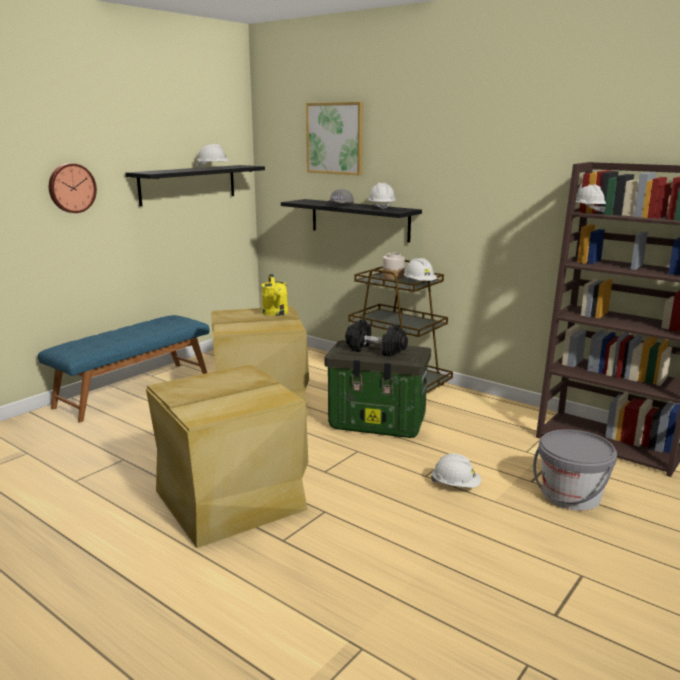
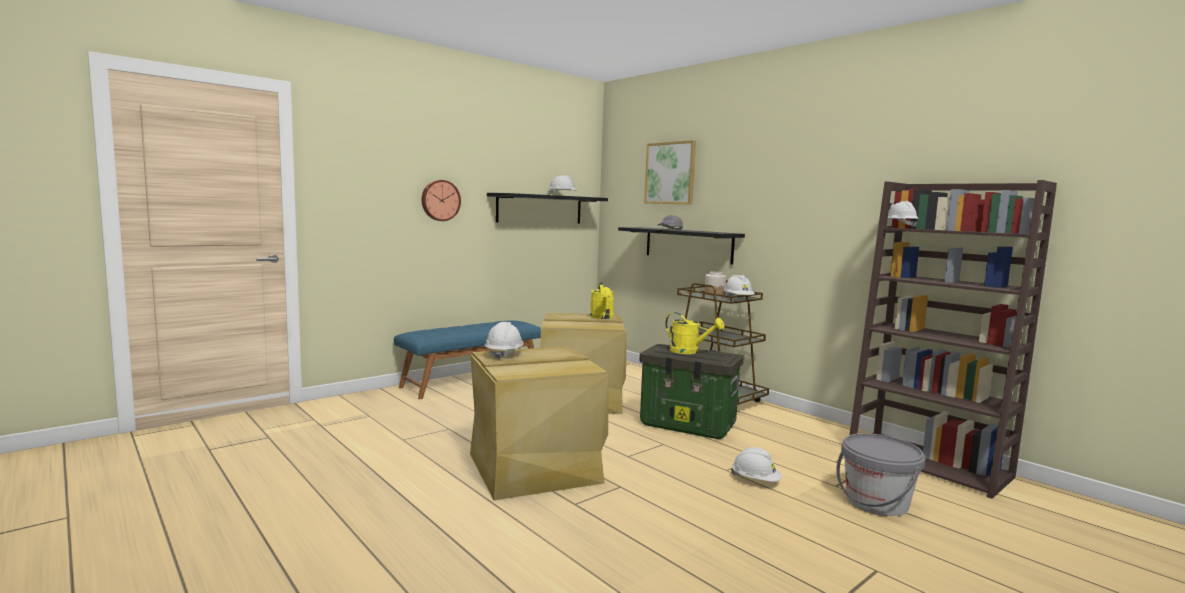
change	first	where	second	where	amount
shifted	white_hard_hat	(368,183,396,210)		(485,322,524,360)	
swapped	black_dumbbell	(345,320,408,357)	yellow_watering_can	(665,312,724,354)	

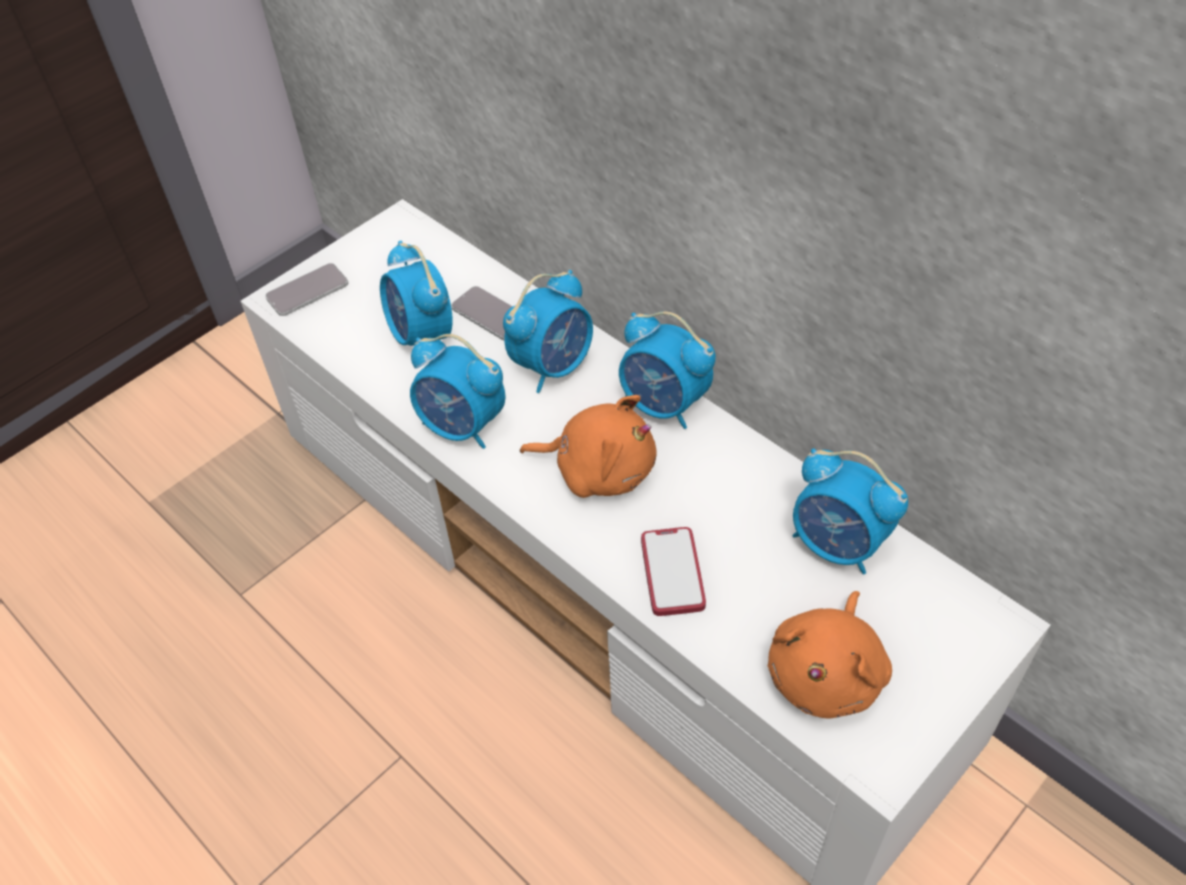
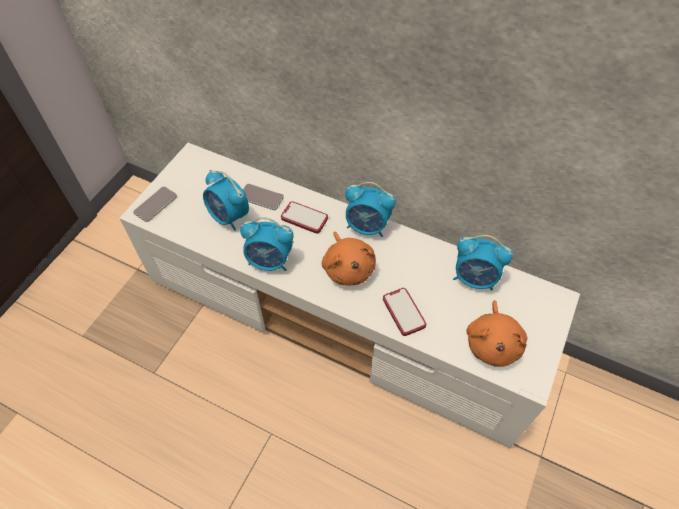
change	first	where	second	where	amount
swapped	alarm_clock	(503,270,593,393)	phone	(281,201,328,234)	
rotated	orange_plush_toy	(520,395,657,498)		(322,231,376,285)	75 degrees clockwise

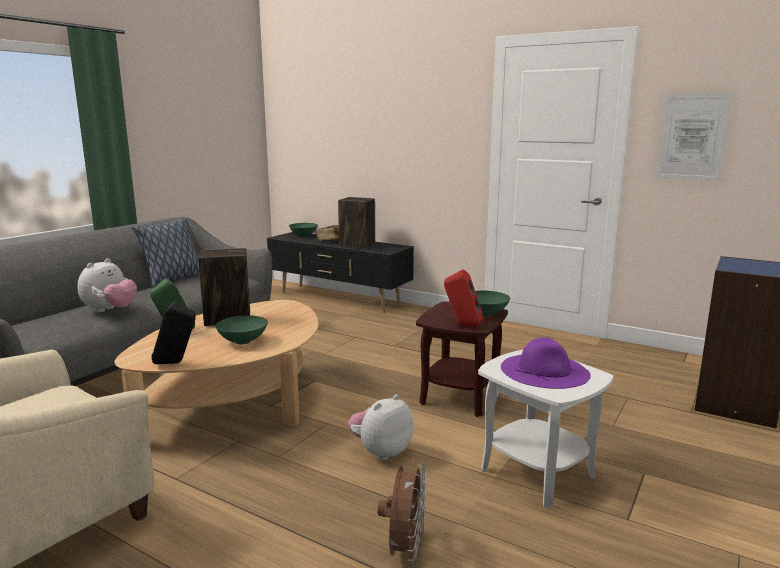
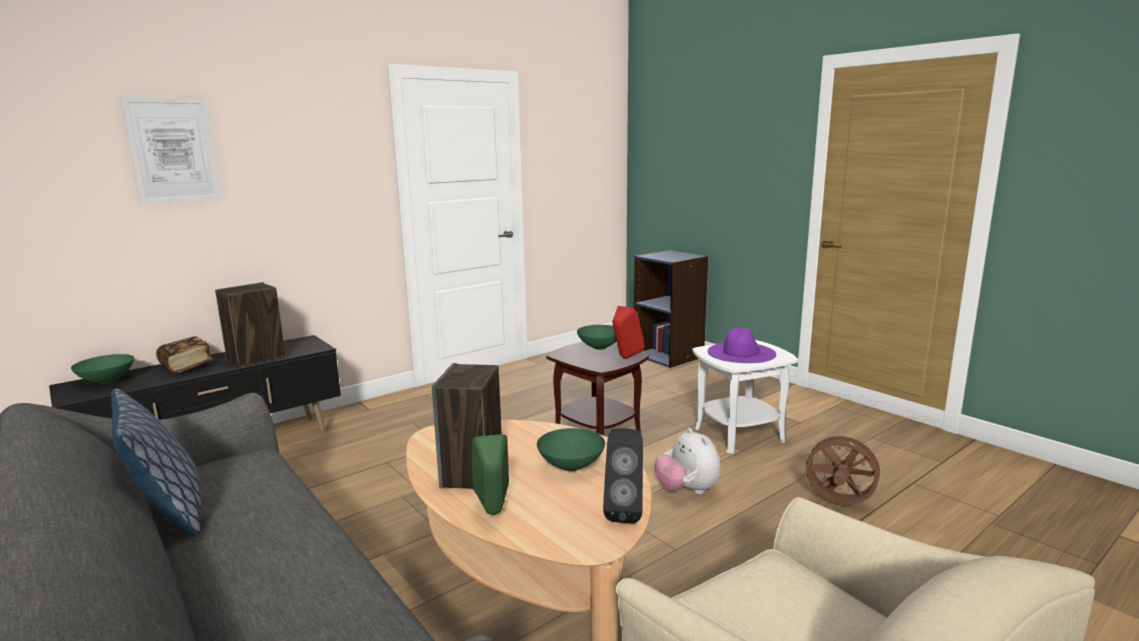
change	first	where	second	where	amount
gone	plush_toy	(77,258,137,313)			
shifted	picture	(655,93,733,181)		(120,96,222,205)	

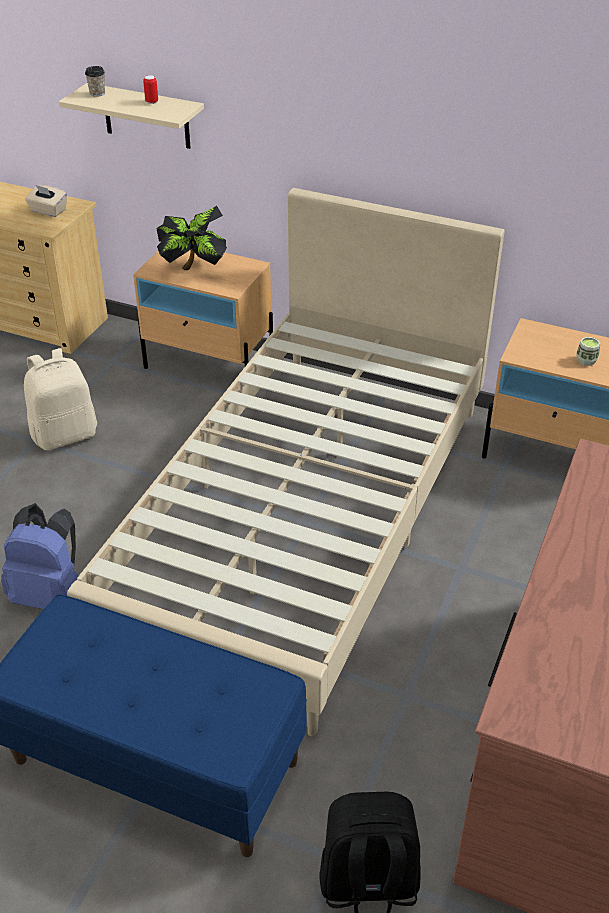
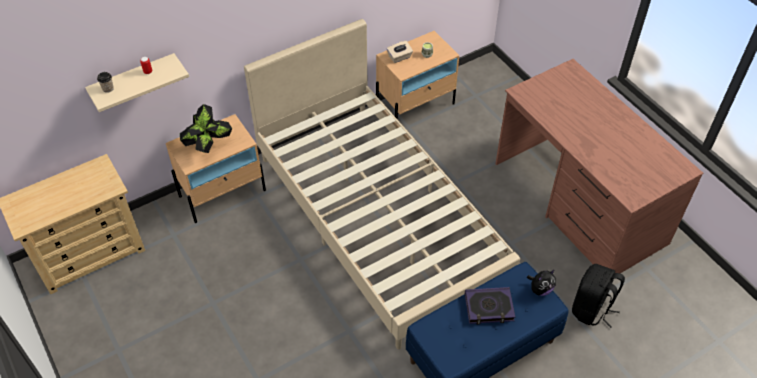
change	first	where	second	where	amount
gone	blue_backpack	(1,503,78,609)			
gone	beige_backpack	(24,348,97,450)			
new			book	(465,287,515,324)	
new			plush_toy	(527,270,556,296)	
shifted	beige_tissue_box	(25,185,67,217)		(387,41,413,63)	

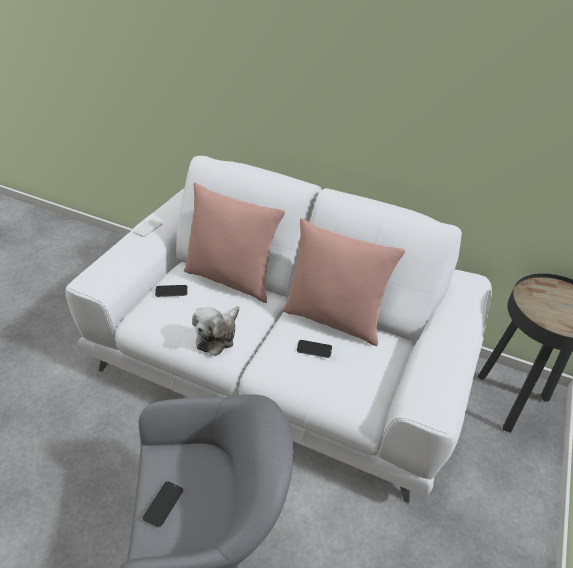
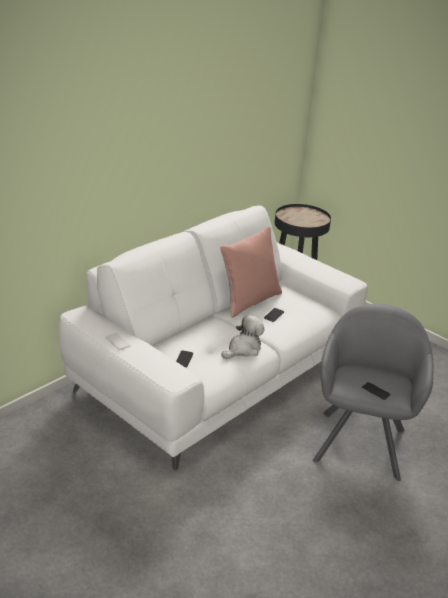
change	first	where	second	where	amount
gone	pink_pillow	(184,182,285,303)			
rotated	plush_toy	(192,306,239,356)		(221,315,264,359)	90 degrees counterclockwise

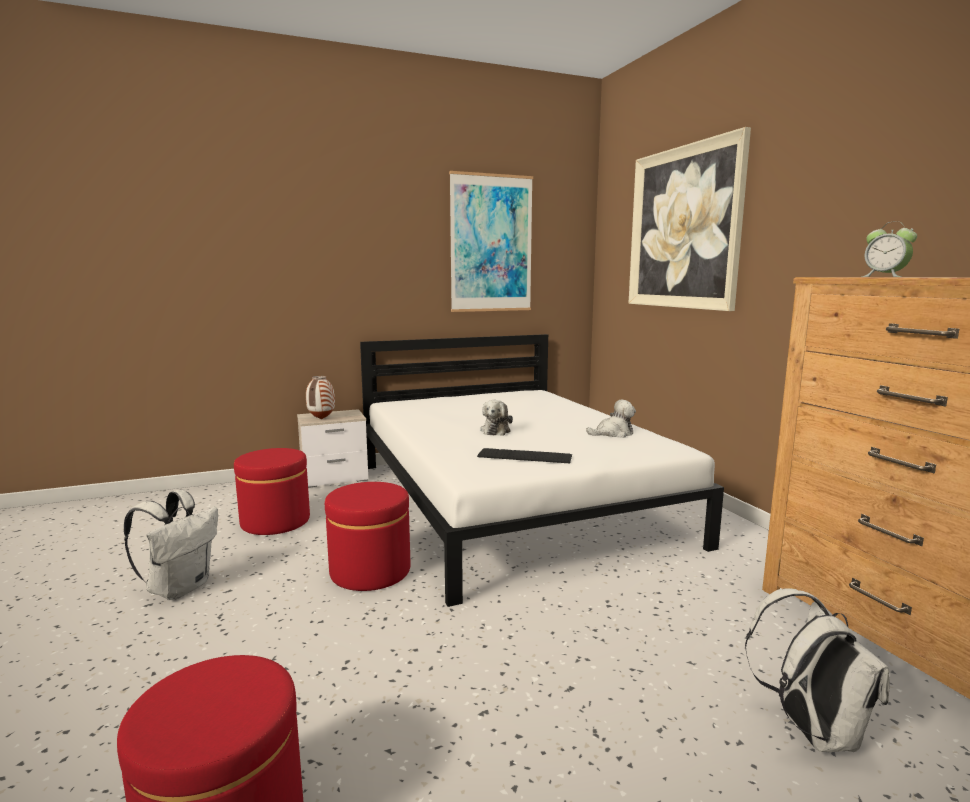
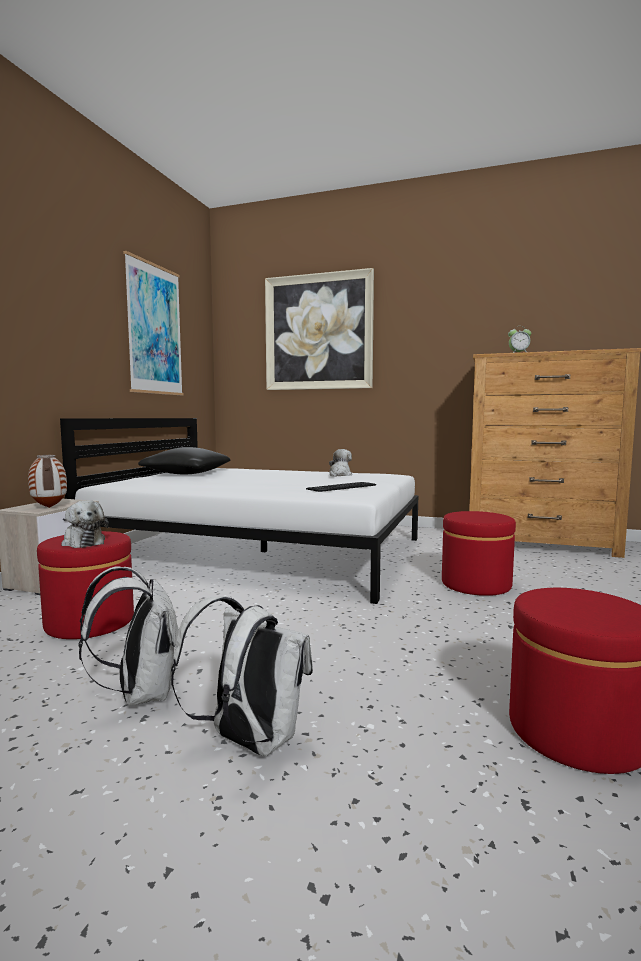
change	first	where	second	where	amount
new			black_pillow	(138,447,230,474)	
shifted	red_ottoman	(325,482,411,591)		(442,511,516,596)	
shifted	plush_toy	(480,400,513,436)		(61,500,109,548)	
shifted	white_backpack	(745,588,890,752)		(171,596,313,756)	

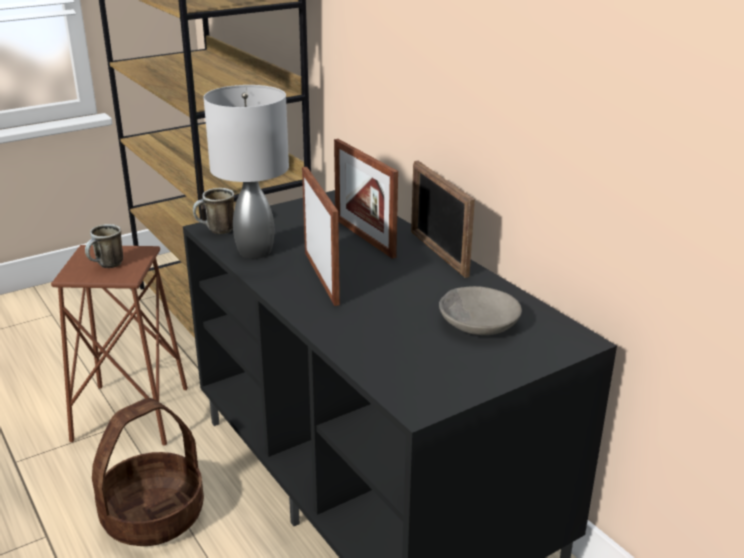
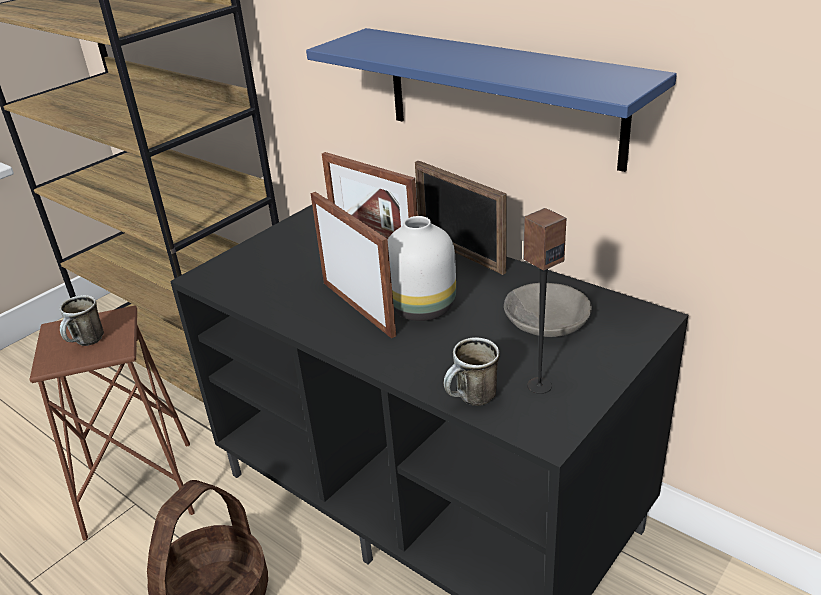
change	first	where	second	where	amount
gone	grey_table_lamp	(203,85,289,259)			
new			blue_shelf	(306,28,677,172)	
new			white_vase	(388,216,456,321)	
new			speaker	(523,208,566,394)	
shifted	mug	(193,188,234,234)		(443,337,500,406)	

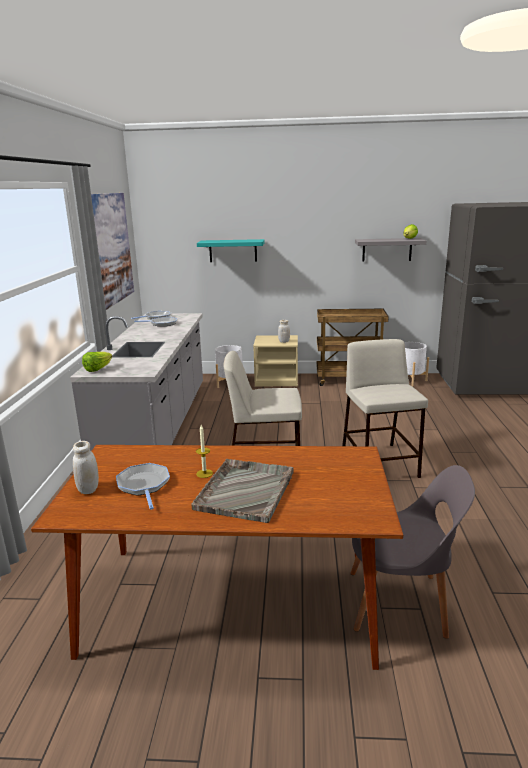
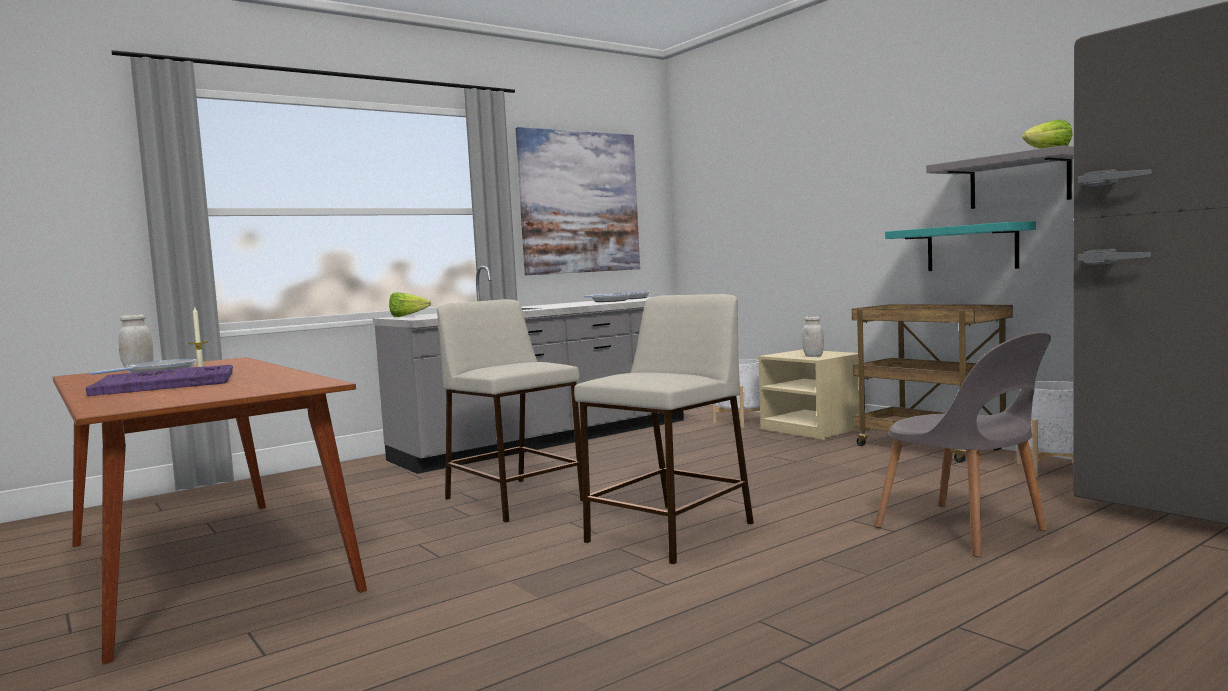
change	first	where	second	where	amount
shifted	turquoise_shelf	(197,239,265,262)		(885,222,1036,271)	
shifted	grey_chair	(350,465,475,639)		(874,332,1051,557)	
repainted	grey_tray	(192,459,294,523)	purple_tray	(86,365,233,396)	

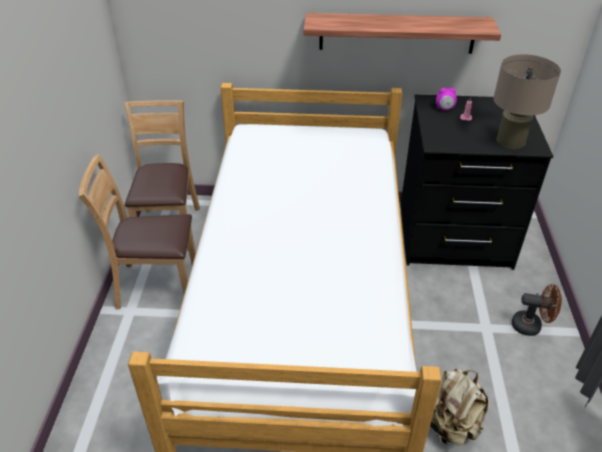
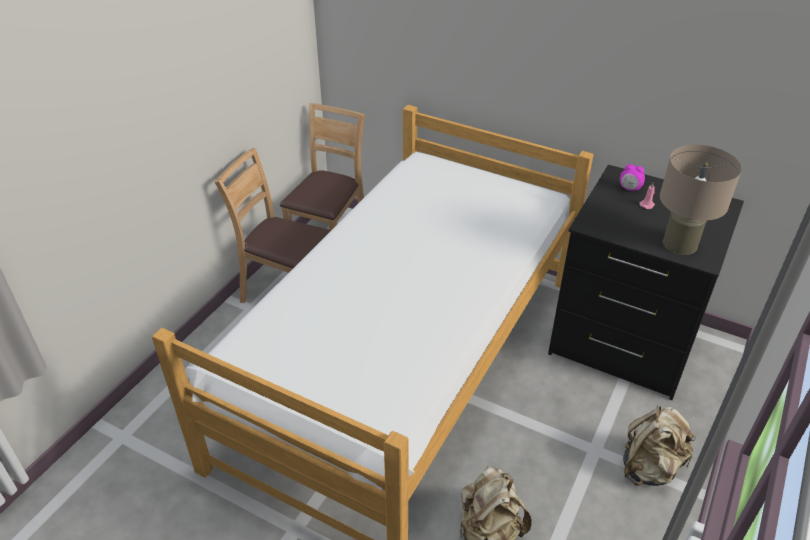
change	first	where	second	where	amount
gone	shelf	(304,13,501,54)			
swapped	brown_fan	(512,284,562,336)	beige_backpack	(623,406,696,486)	

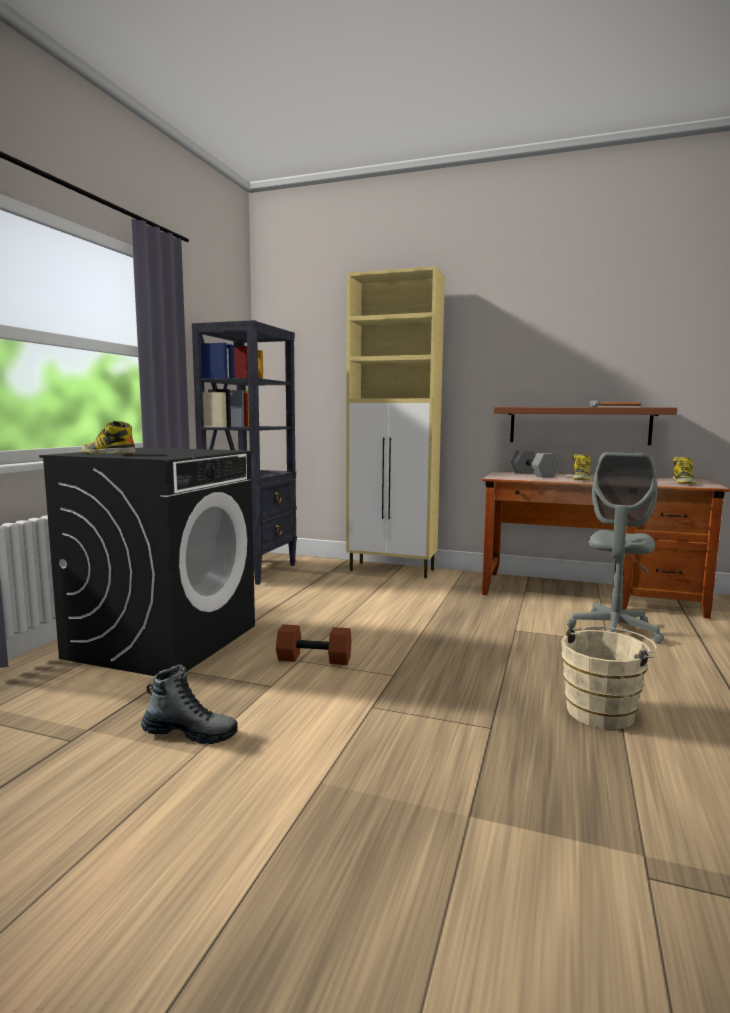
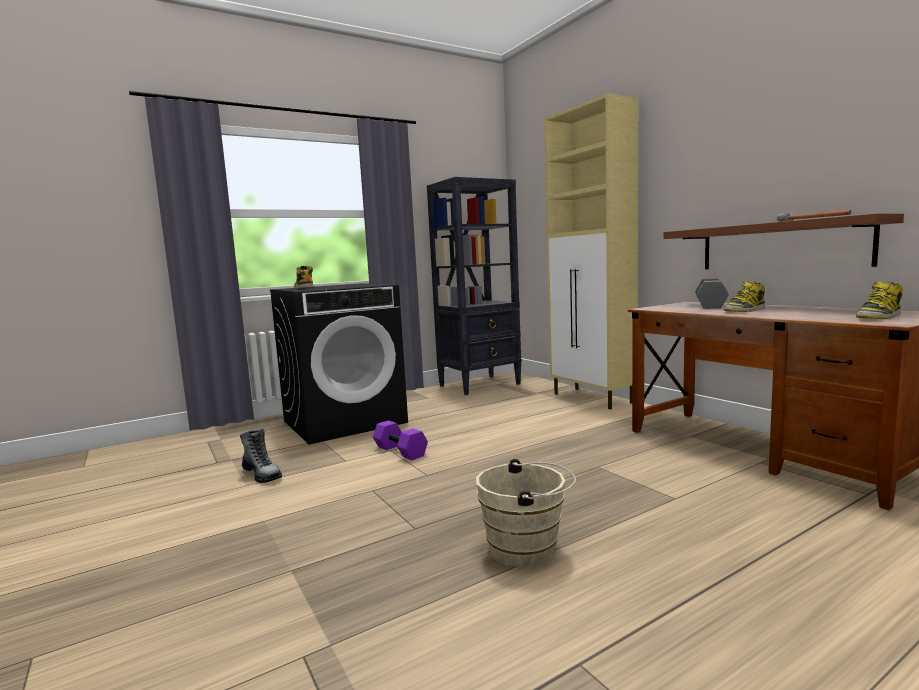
change	first	where	second	where	amount
gone	grey_office_chair	(567,452,664,644)			
repainted	brown_dumbbell	(276,624,352,665)	purple_dumbbell	(373,420,428,460)	

